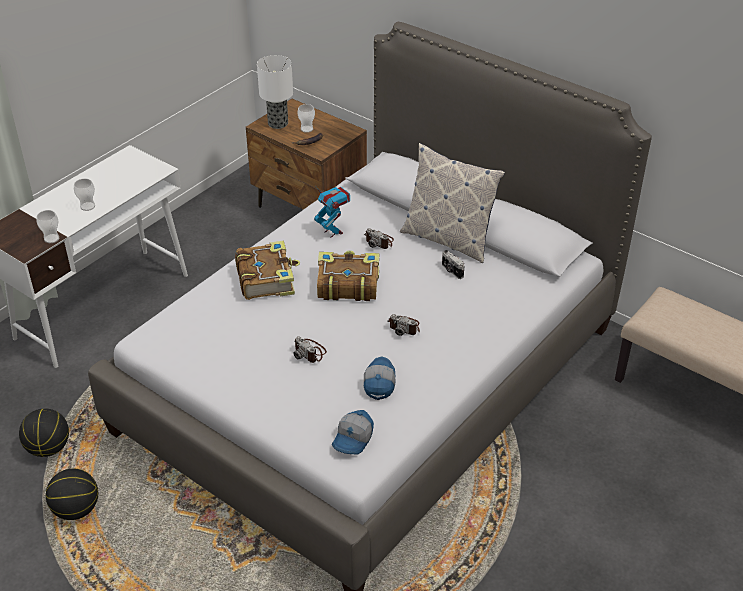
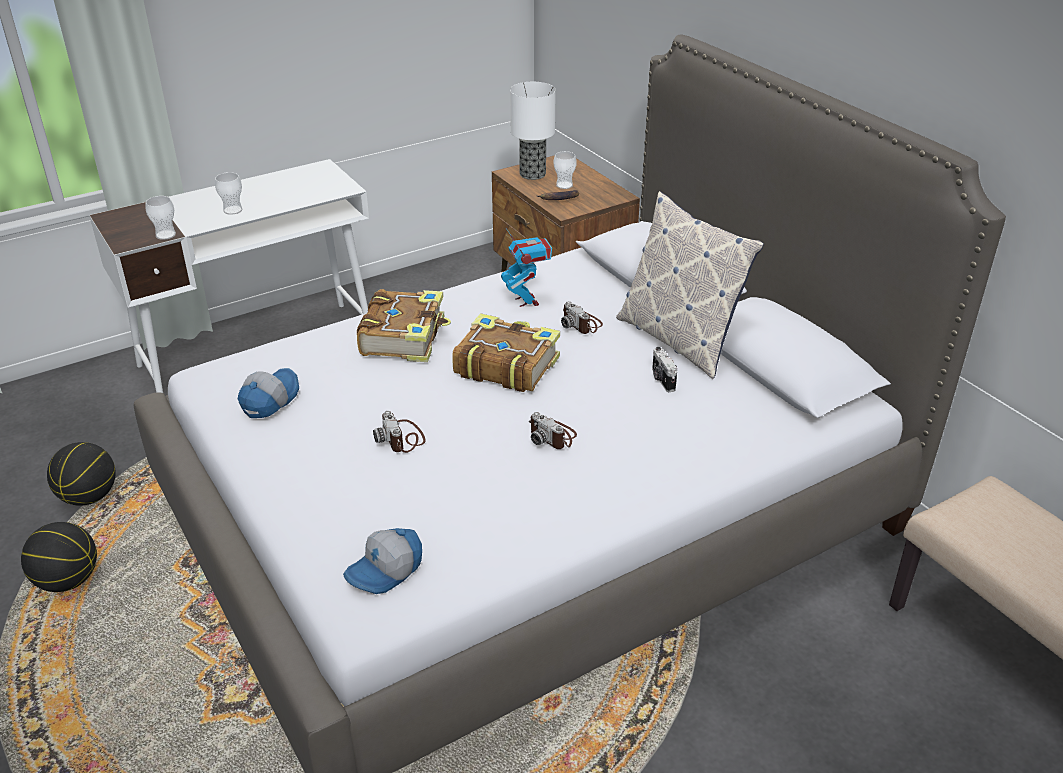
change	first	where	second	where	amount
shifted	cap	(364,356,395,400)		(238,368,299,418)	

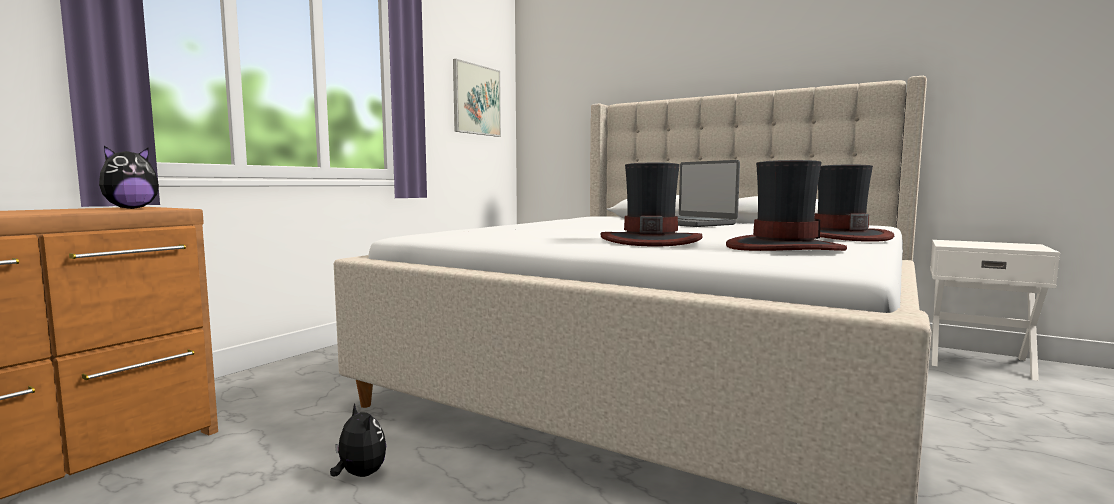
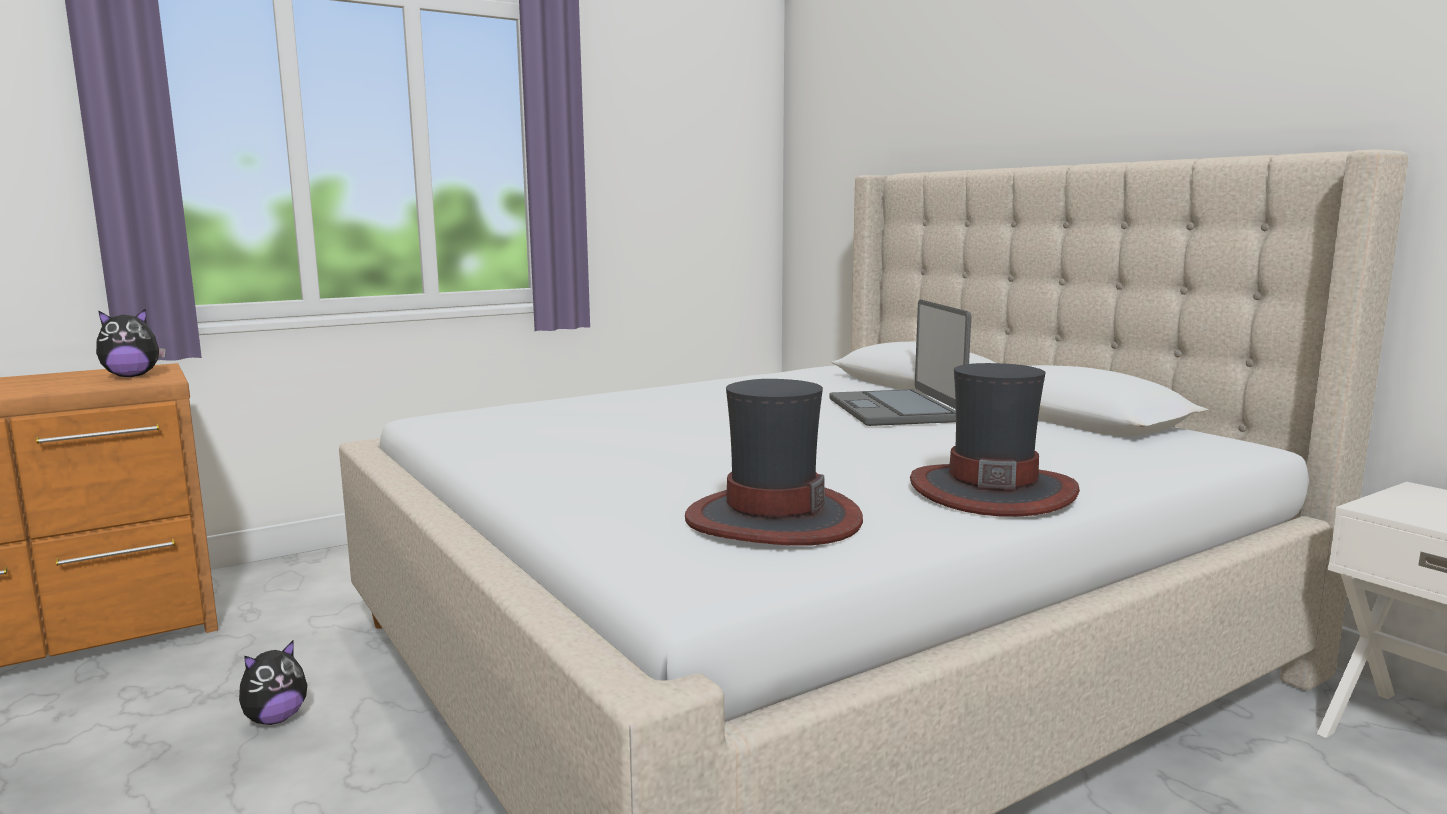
change	first	where	second	where	amount
gone	picture	(453,59,501,137)			
gone	hat	(600,163,702,247)			
rotated	plush_toy	(330,404,386,477)		(239,640,307,725)	60 degrees clockwise

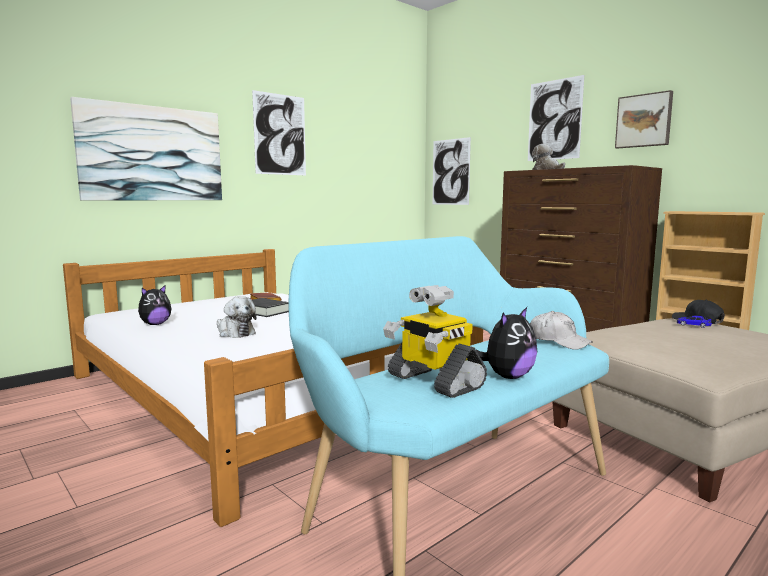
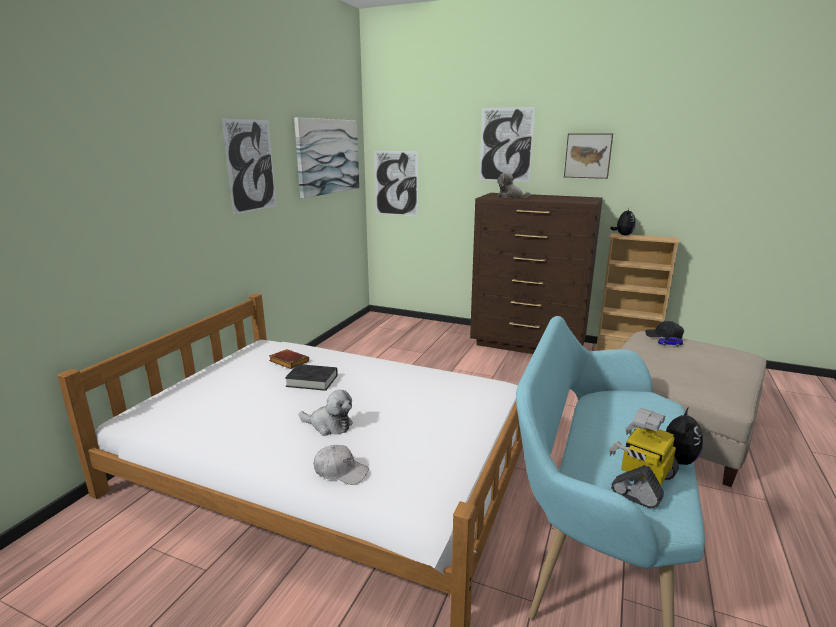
change	first	where	second	where	amount
shifted	picture	(70,97,222,200)		(294,118,359,198)	
shifted	plush_toy	(138,285,172,325)		(610,208,636,235)	
shifted	white_cap	(530,311,593,350)		(314,445,369,485)	
rotated	toy_robot	(383,285,487,398)		(609,408,679,508)	105 degrees clockwise

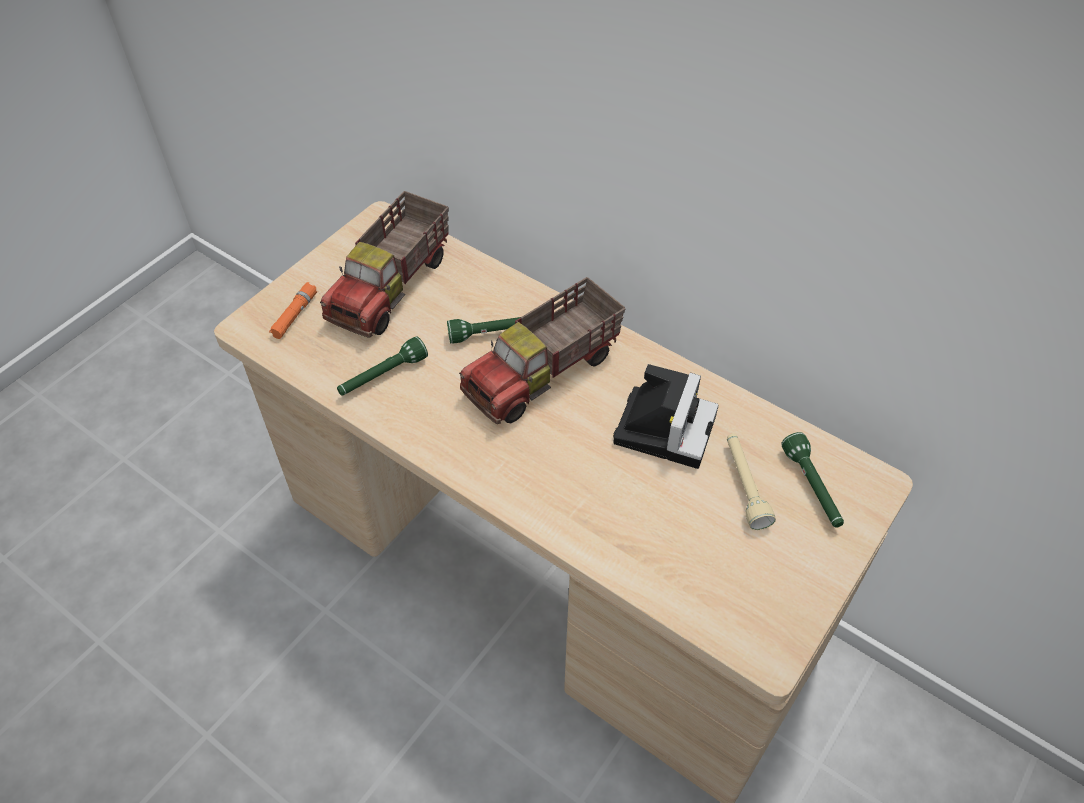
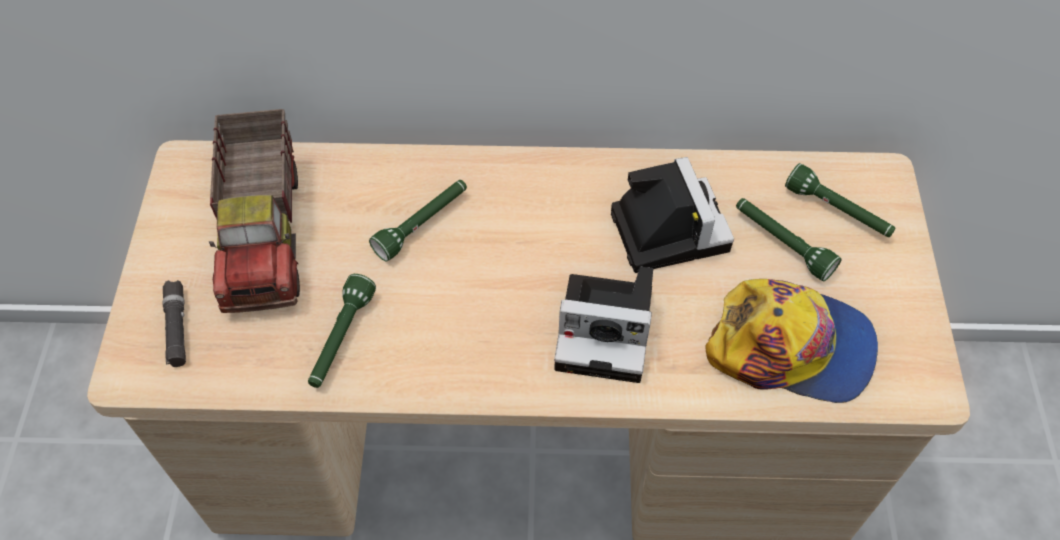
change	first	where	second	where	amount
gone	toy_truck	(459,277,626,424)			
new			photo_camera	(554,267,653,383)	
new			cap	(706,279,878,403)	
repainted	orange_flashlight	(269,282,317,339)	black_flashlight	(162,280,186,367)	
repainted	beige_flashlight	(727,434,776,530)	green_flashlight	(736,198,842,281)	

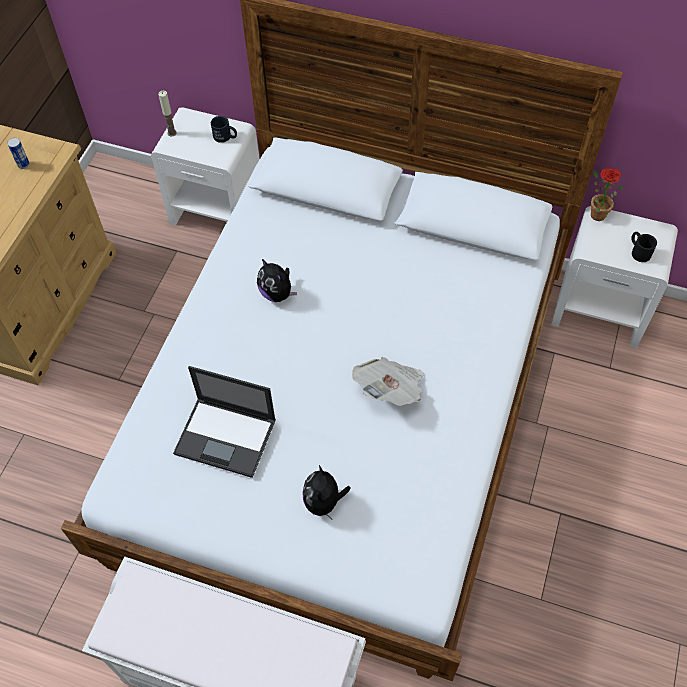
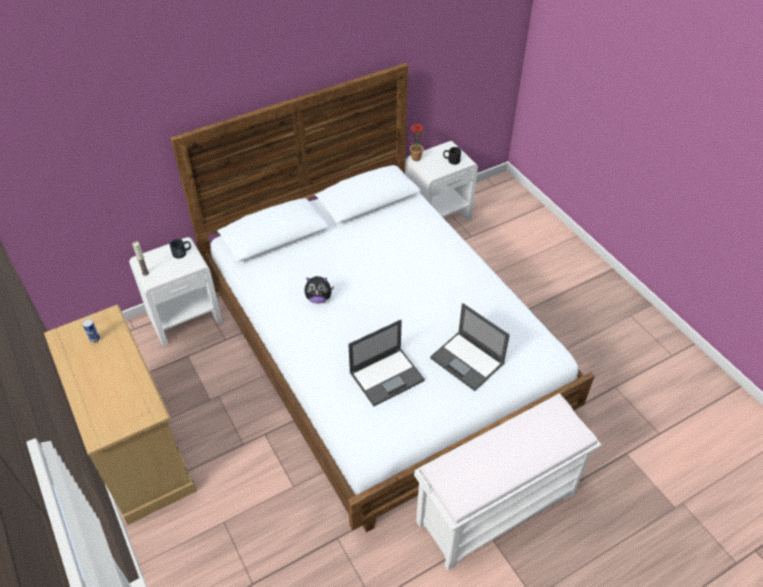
change	first	where	second	where	amount
gone	newspaper	(352,357,424,406)			
swapped	plush_toy	(302,465,351,519)	laptop	(430,303,510,391)	

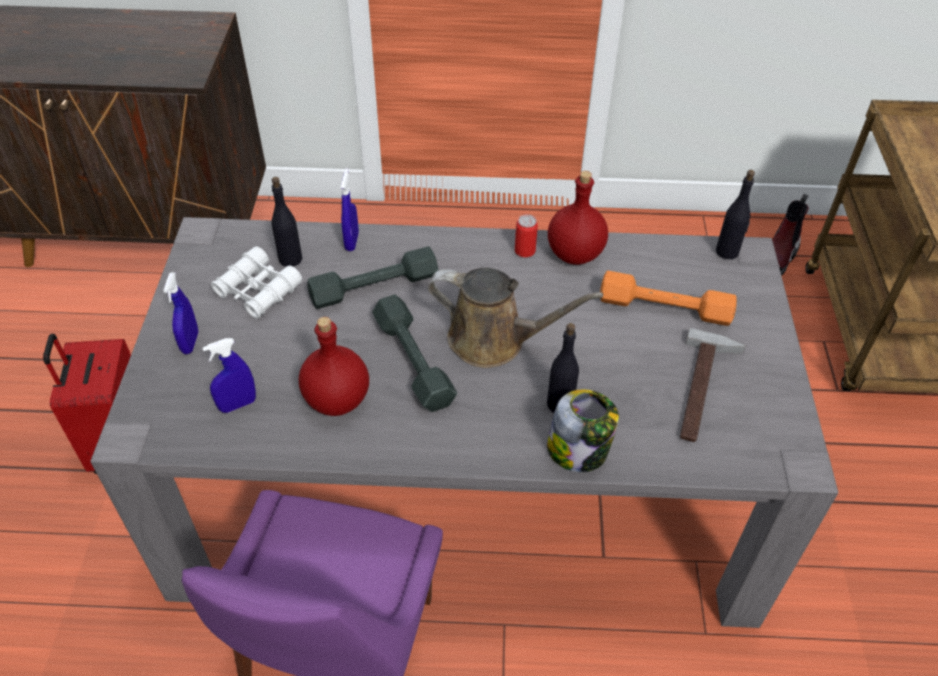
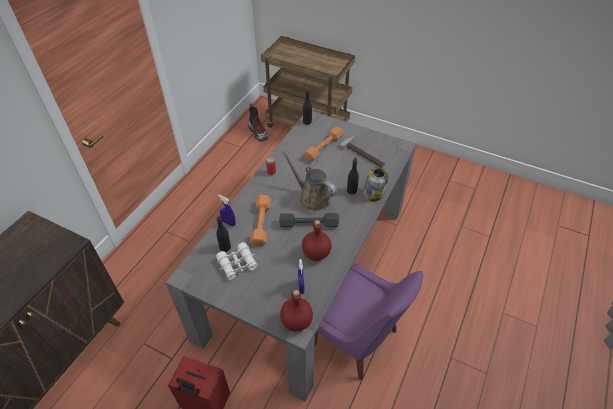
change	first	where	second	where	amount
gone	blue_spray_bottle	(163,273,198,354)			
shifted	red_bottle	(548,171,608,265)		(280,290,313,331)	
repainted	grey_dumbbell	(307,247,438,309)	orange_dumbbell	(250,195,271,247)	
rotated	brown_watering_can	(428,268,603,368)		(281,149,337,211)	90 degrees counterclockwise

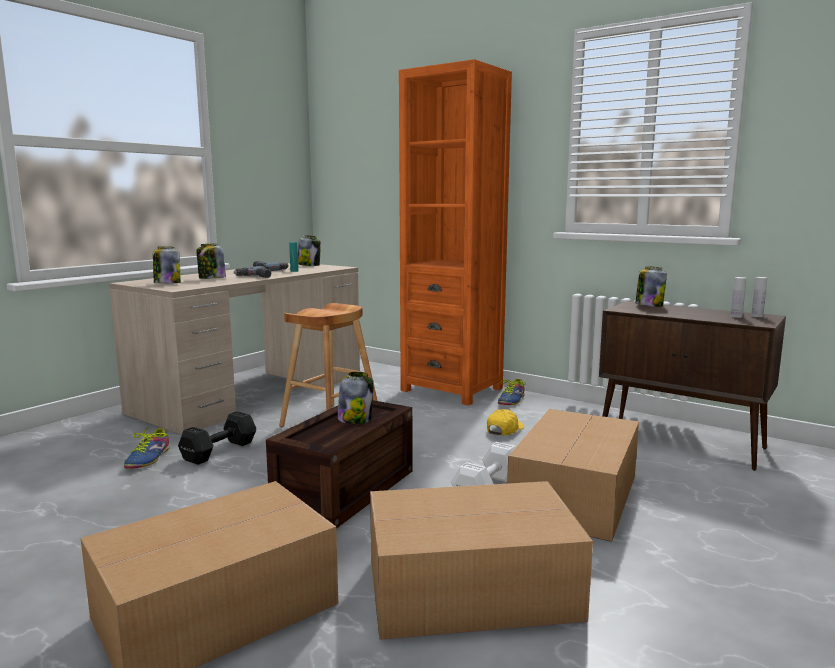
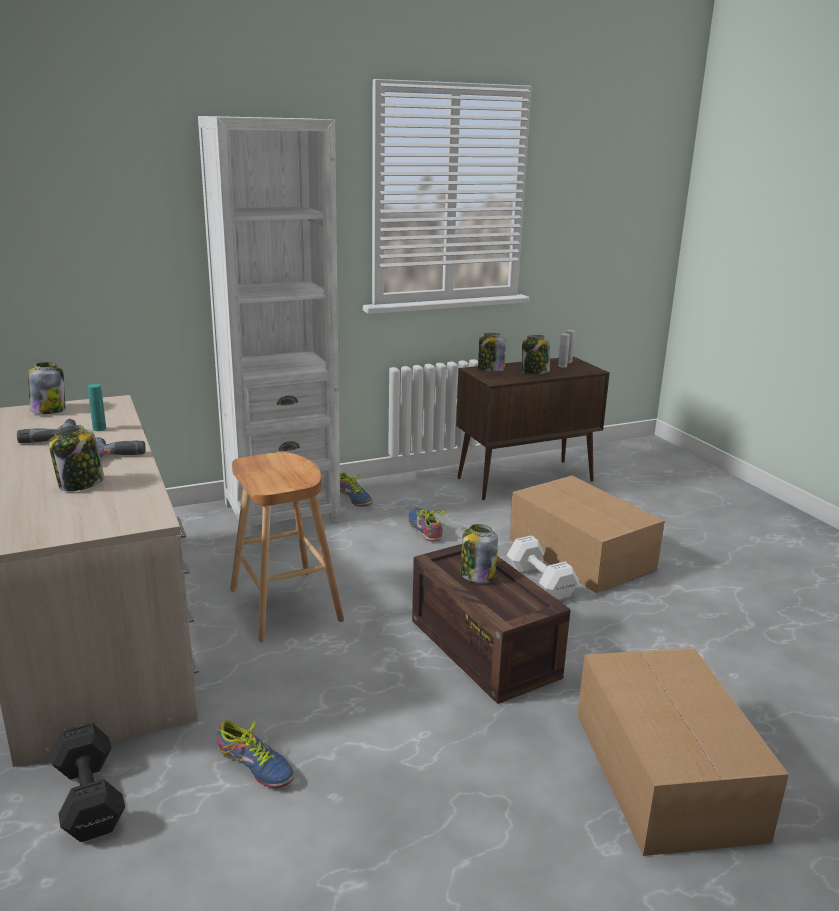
change	first	where	second	where	amount
gone	cardboard_box	(370,481,593,640)			
shifted	jar	(153,246,181,283)		(522,335,550,374)	
shifted	black_dumbbell	(178,411,256,465)		(50,722,125,842)	
swapped	yellow_cap	(487,409,524,436)	shoe	(408,508,445,542)	
repainted	orange_bookcase	(399,59,512,406)	white_bookcase	(198,116,340,537)	

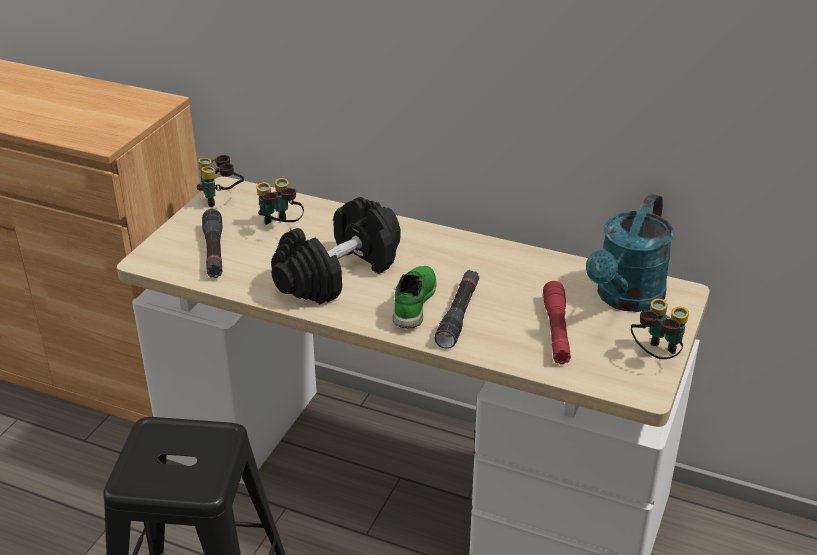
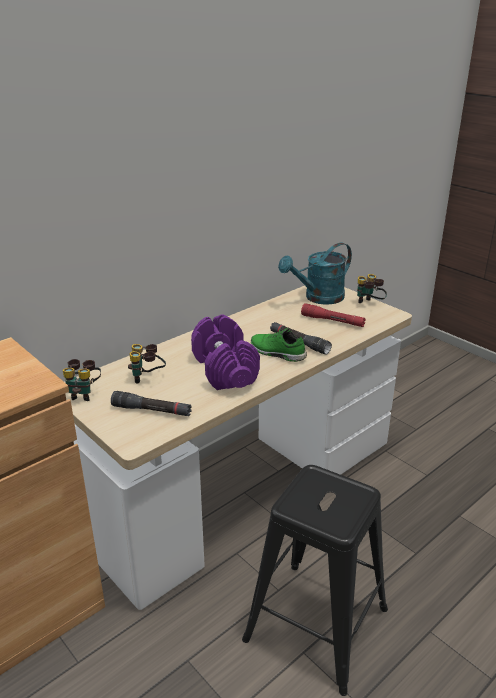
change	first	where	second	where	amount
repainted	black_dumbbell	(271,197,400,304)	purple_dumbbell	(191,315,260,390)	
rotated	turquoise_watering_can	(586,193,674,312)		(278,243,352,305)	90 degrees clockwise

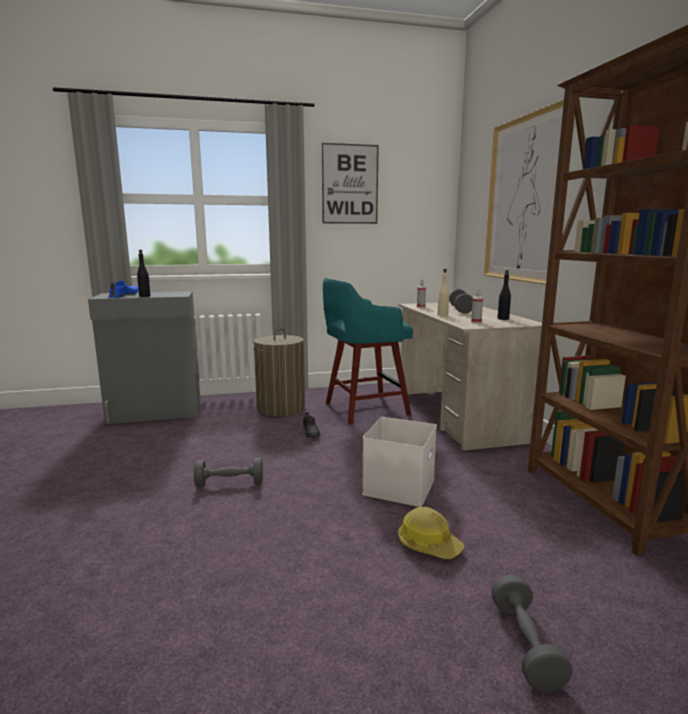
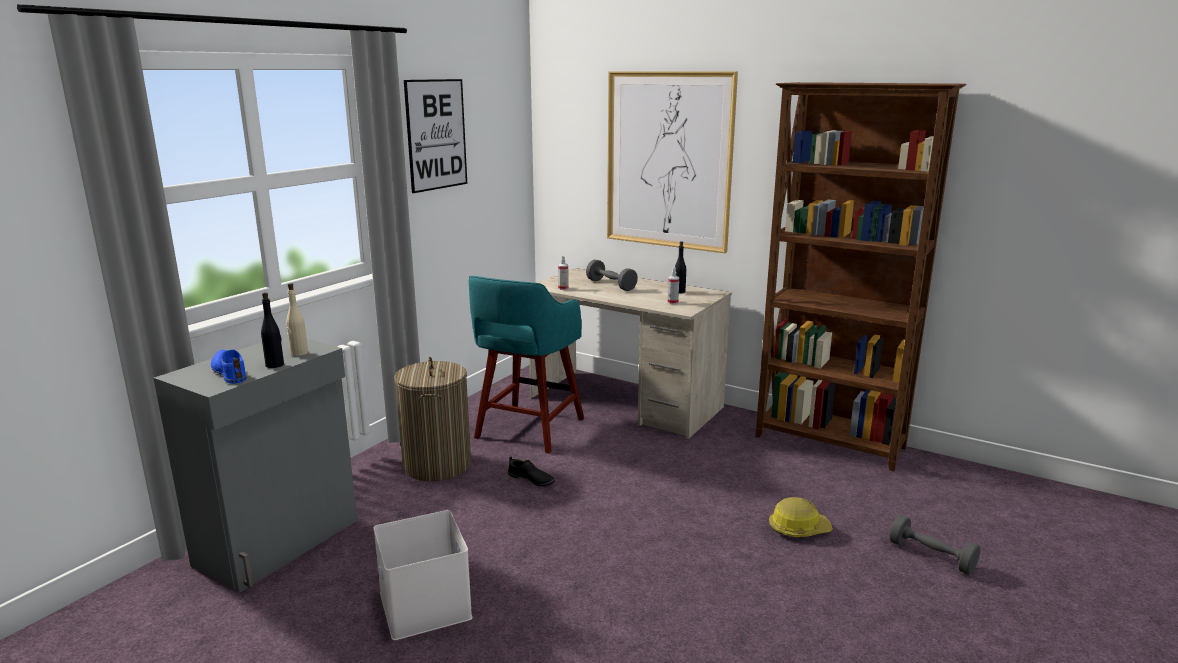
change	first	where	second	where	amount
gone	grey_dumbbell	(194,457,263,487)			
shifted	white_storage_box	(362,417,437,507)		(373,510,472,640)	
shifted	beige_bottle	(437,269,449,316)		(286,283,308,356)	

